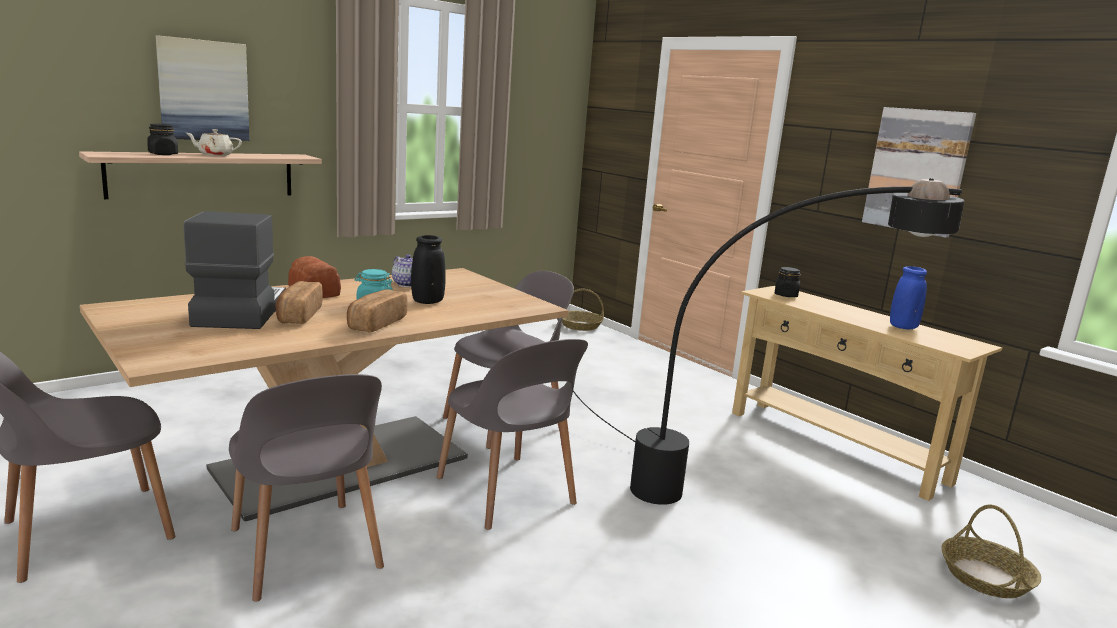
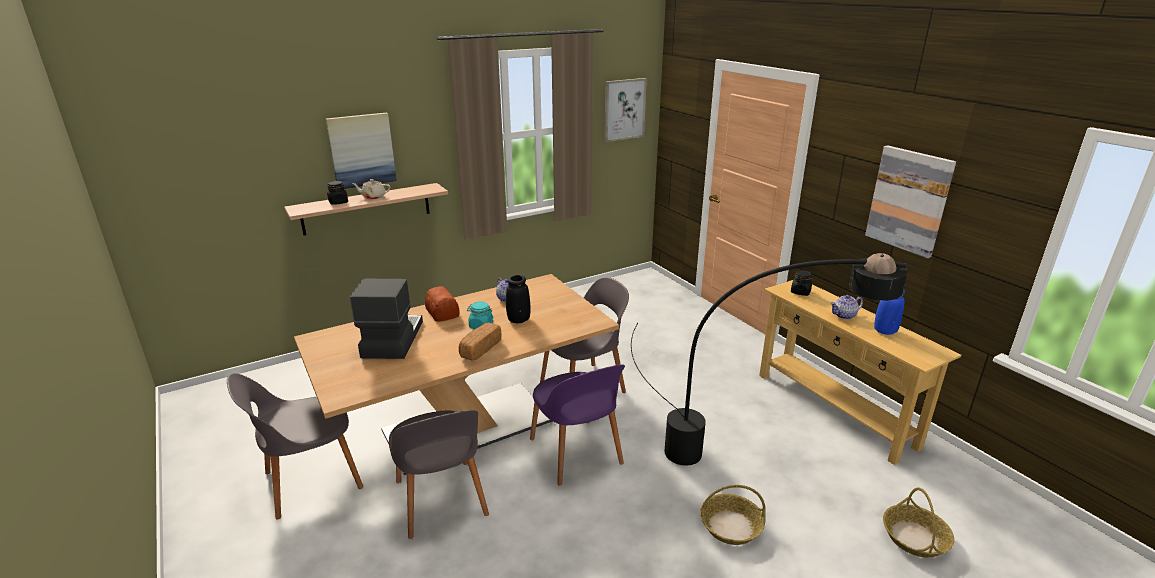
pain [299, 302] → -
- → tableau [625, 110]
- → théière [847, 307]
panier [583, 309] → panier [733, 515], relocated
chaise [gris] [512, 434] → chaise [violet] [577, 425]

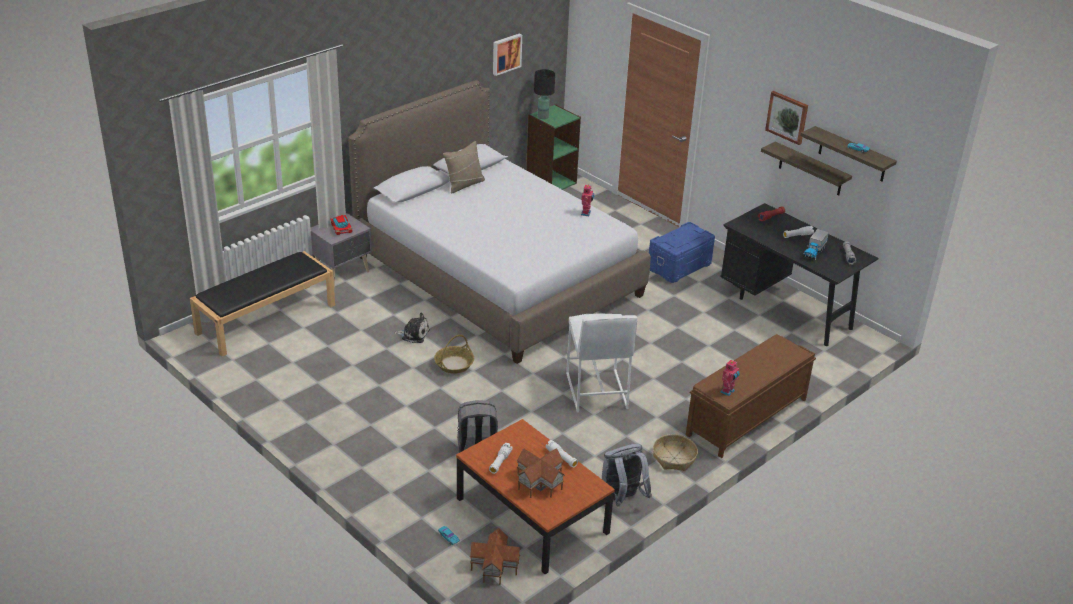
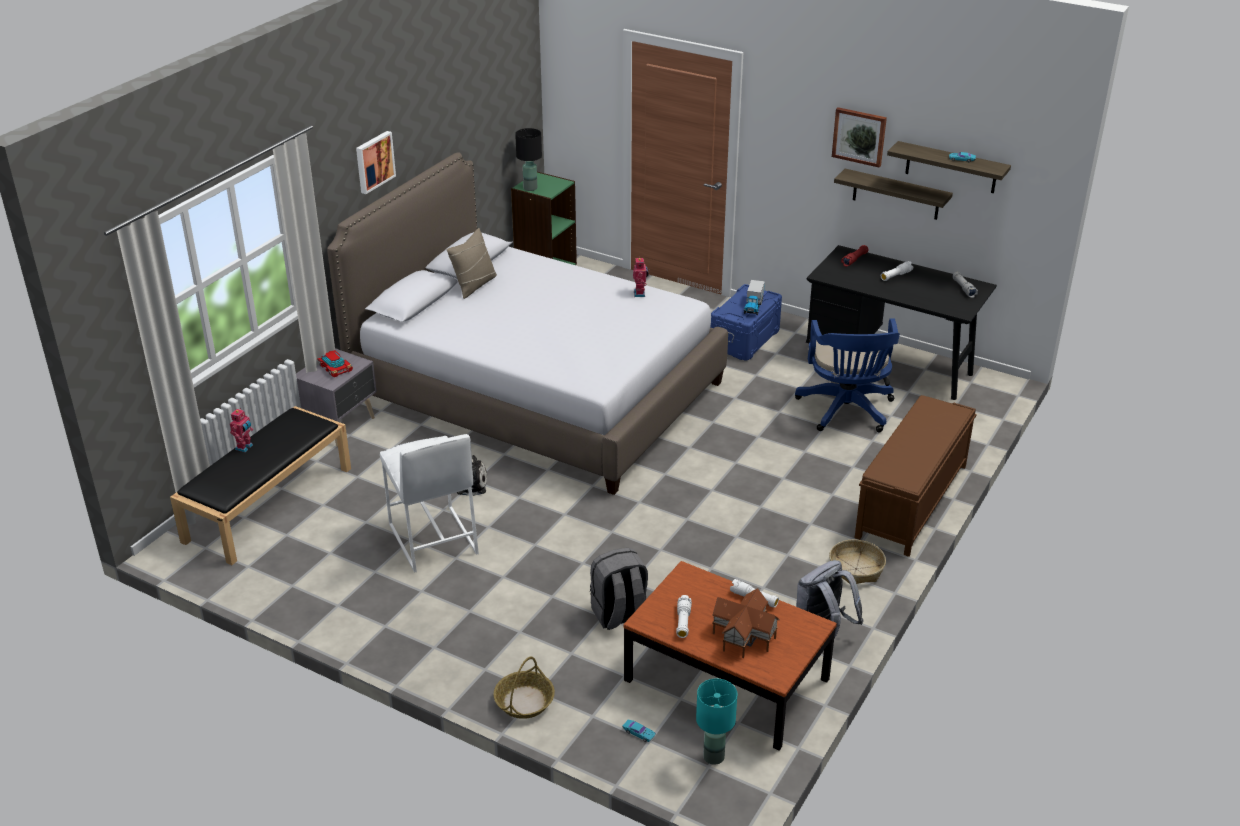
- → chaise de bureau [bleu] [847, 376]
panier [454, 354] → panier [524, 688], relocated
tableau [507, 54] → tableau [376, 162], relocated
tabouret [blanc] [601, 363] → tabouret [blanc] [429, 503], relocated
robot jouet [730, 378] → robot jouet [241, 430], relocated
camion jouet [816, 244] → camion jouet [754, 297], relocated
maison miniature [495, 556] → lampe de table [turquoise] [716, 722]

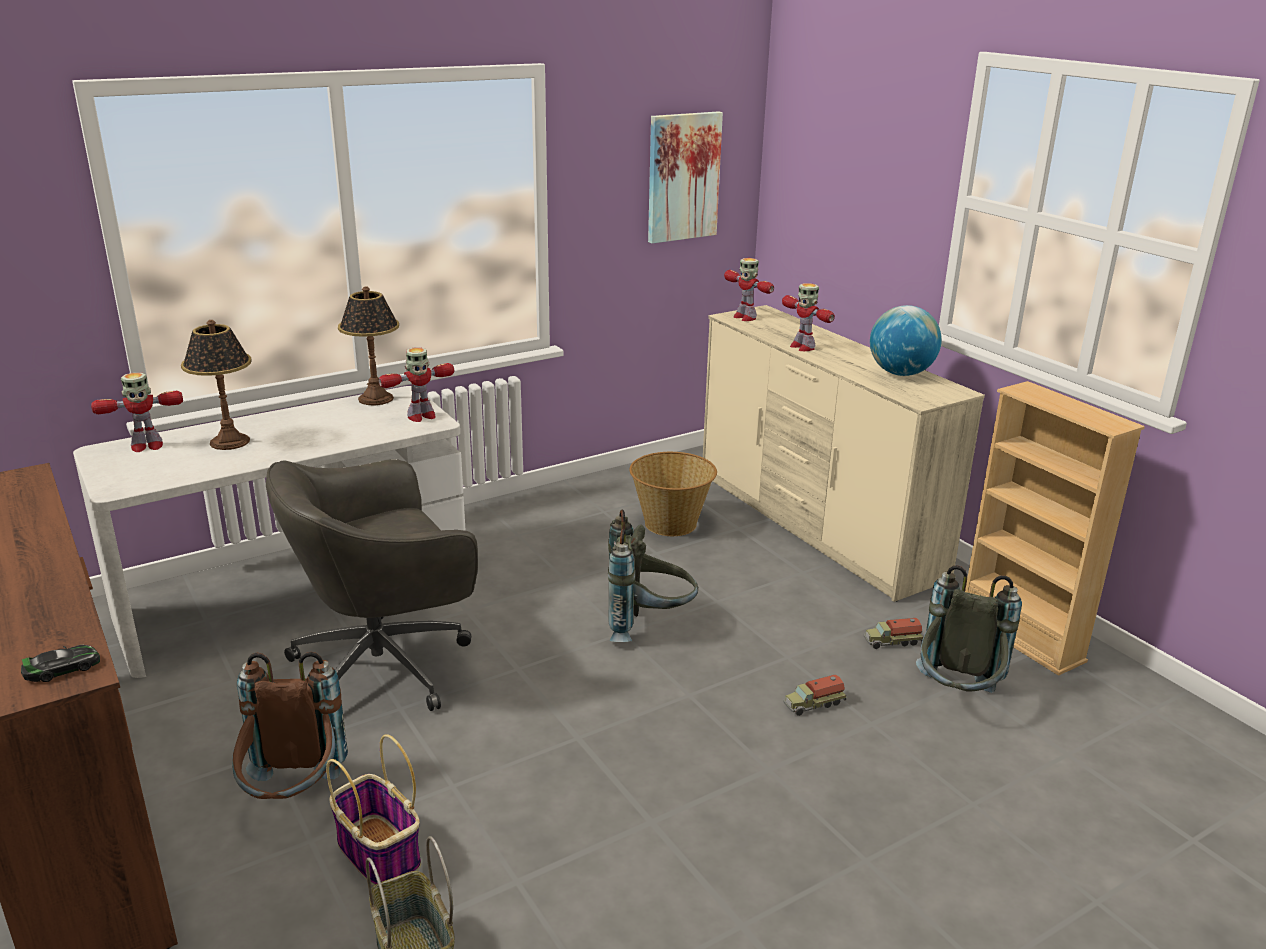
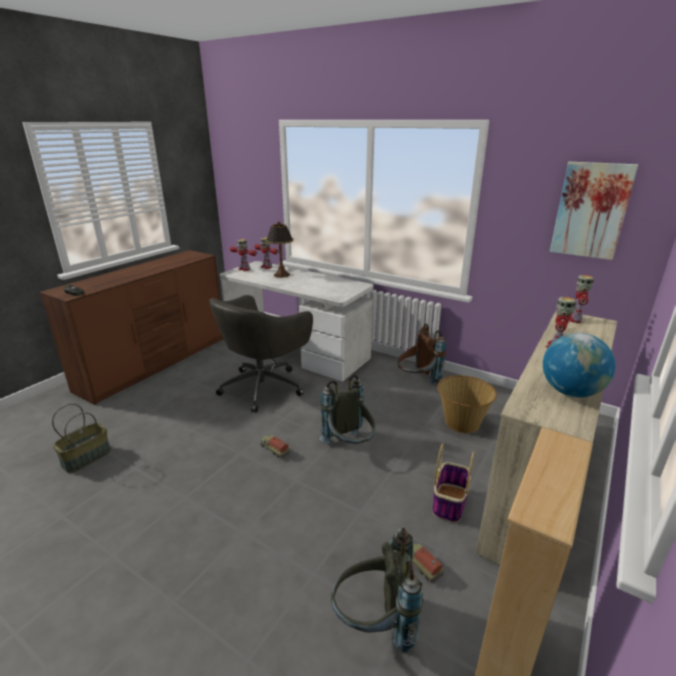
lampe de table [368, 345] → -
sac à dos [marron] [290, 725] → sac à dos [marron] [421, 354], relocated
panier [373, 810] → panier [453, 483], relocated
robot jouet [416, 384] → robot jouet [243, 255], relocated
camion jouet [814, 695] → camion jouet [275, 446], relocated
chaise de bureau [gris] [372, 585] → chaise de bureau [gris] [261, 354], 90 degrees counterclockwise

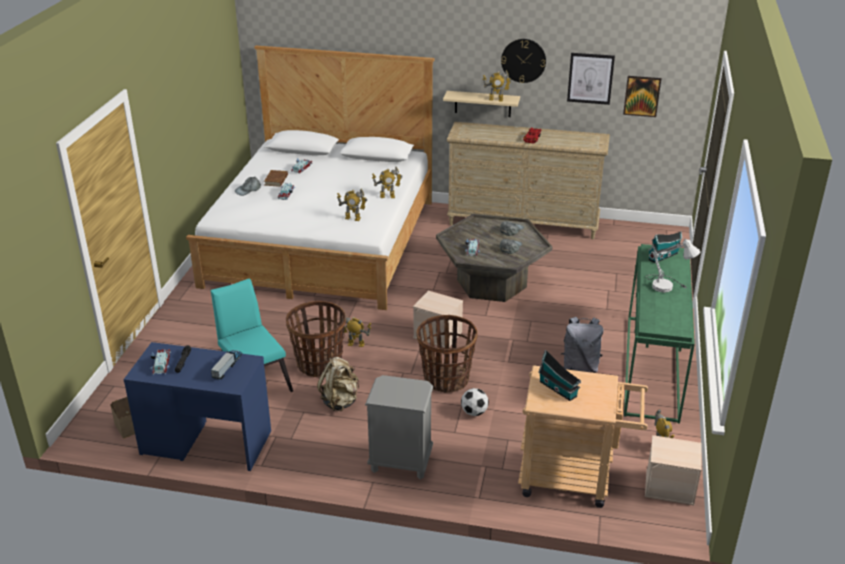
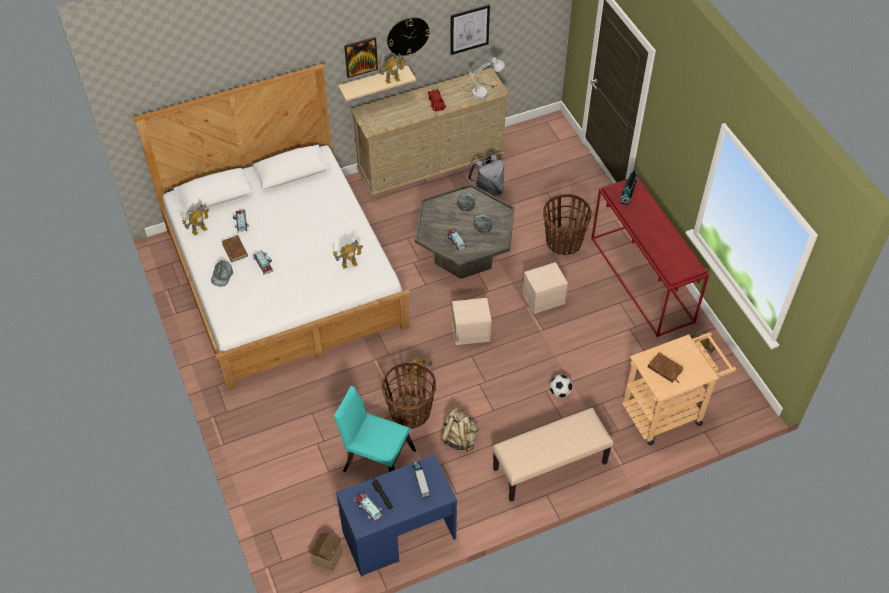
robot jouet [387, 182] → robot jouet [195, 220], relocated
panier [447, 354] → panier [567, 224], relocated
sac à dos [gris] [582, 345] → sac à dos [gris] [486, 175], relocated
tableau [642, 96] → tableau [361, 57], relocated
boîte de rangement [beige] [673, 470] → boîte de rangement [beige] [545, 288], relocated
lampe de table [blanc] [673, 265] → lampe de table [blanc] [484, 78], relocated
table de chevet [gris] [399, 427] → banc [beige] [553, 455]
maison miniature [559, 375] → livre [marron] [666, 367]
table console [vert] [659, 334] → table console [rouge] [650, 257]

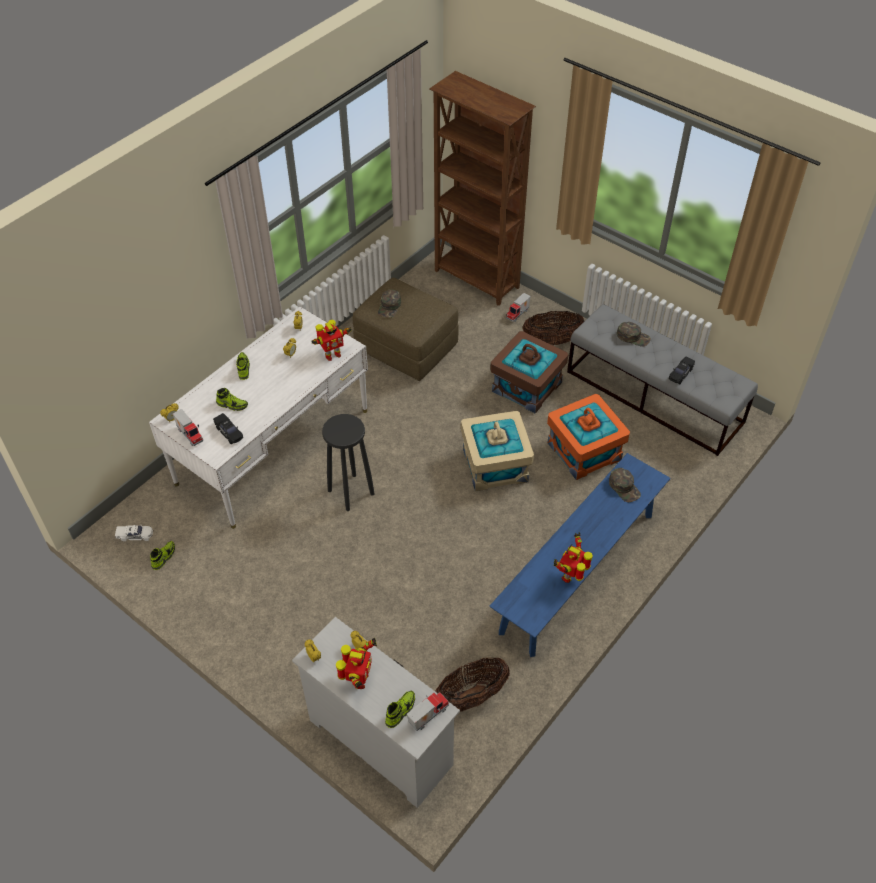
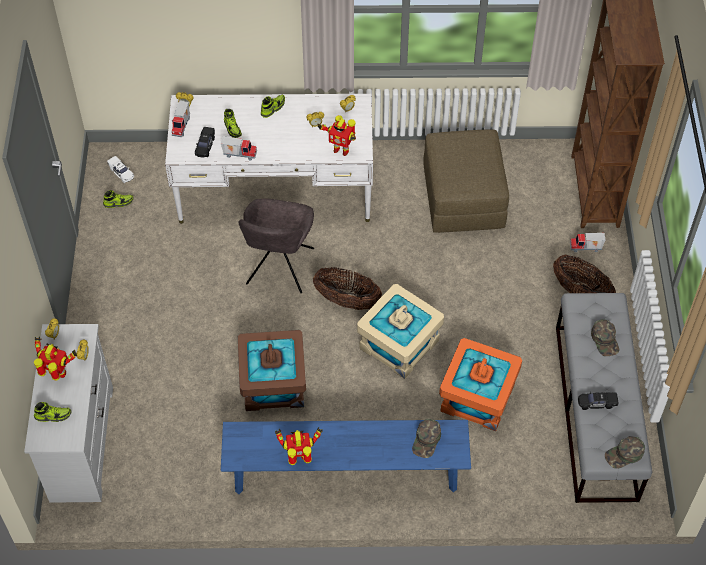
casquette [vert] [389, 303] → casquette [vert] [625, 452], relocated
camion jouet [428, 712] → camion jouet [239, 149], relocated
panier [472, 684] → panier [347, 288], relocated
boîte de rangement [marron] [529, 372] → boîte de rangement [marron] [272, 370], relocated
tabouret [noir] [348, 462] → chaise [gris] [276, 245]
robot jouet [356, 663] → robot jouet [55, 359], 135 degrees counterclockwise

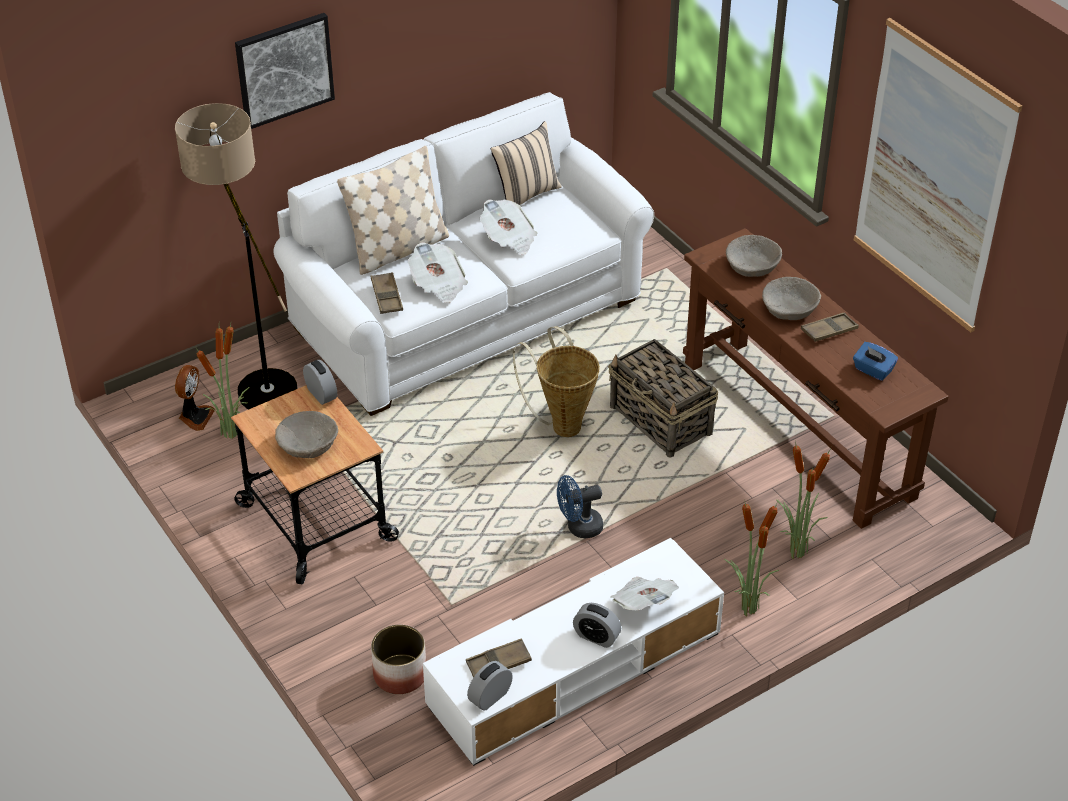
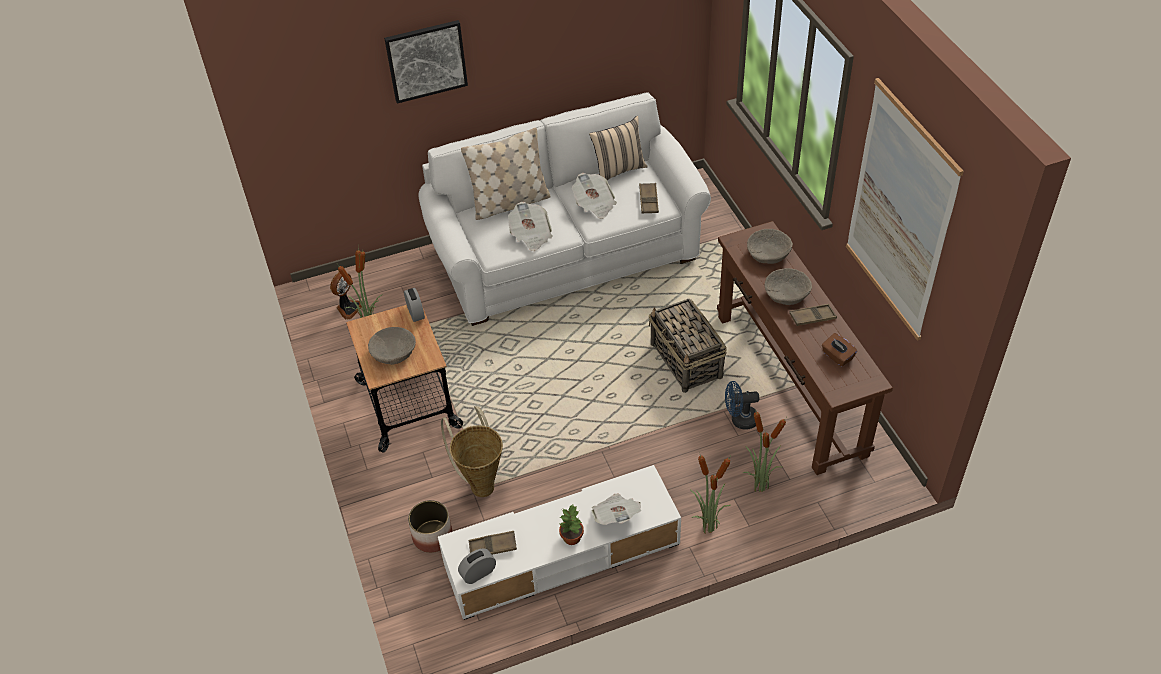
lampadaire [236, 256] → -
plateau [marron] [387, 293] → plateau [marron] [649, 198], relocated
panier [556, 381] → panier [472, 451], relocated
ventilateur [bleu] [580, 506] → ventilateur [bleu] [742, 405], relocated
réveil [597, 625] → plante en pot [571, 525]
boîte à mouchoirs [bleu] [875, 361] → boîte à mouchoirs [marron] [839, 350]

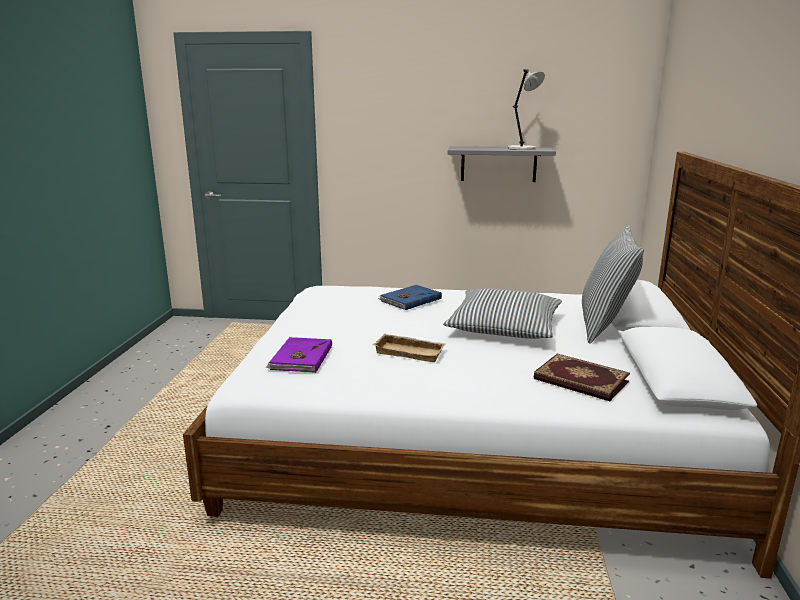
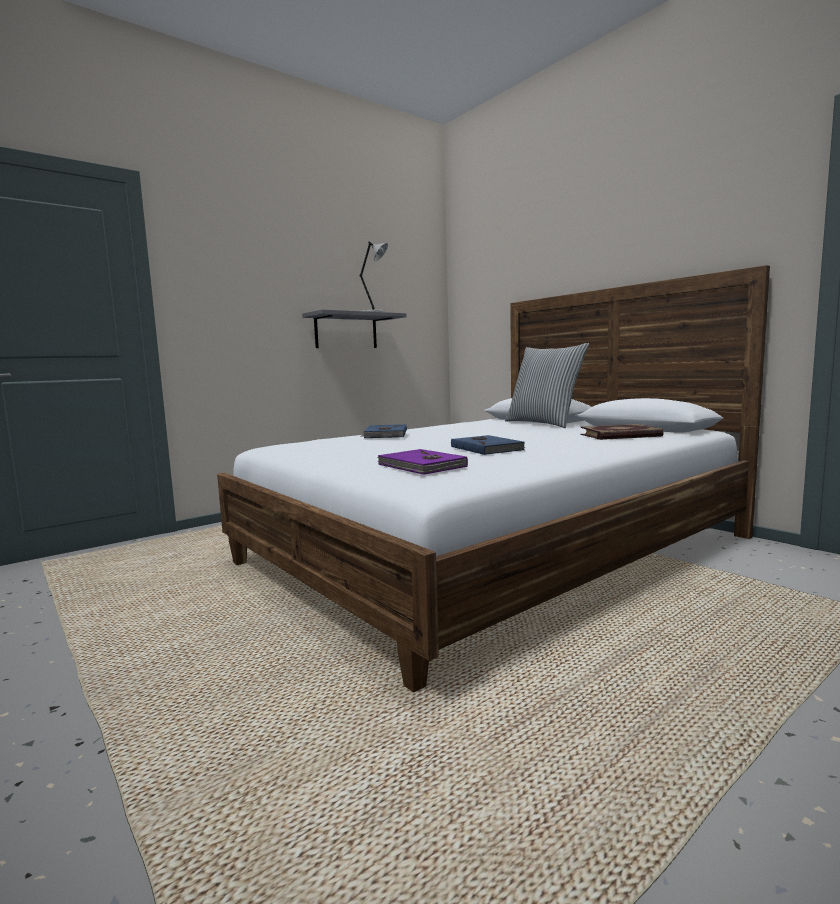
coussin [502, 313] → -
plateau [beige] [409, 348] → livre [bleu] [488, 445]

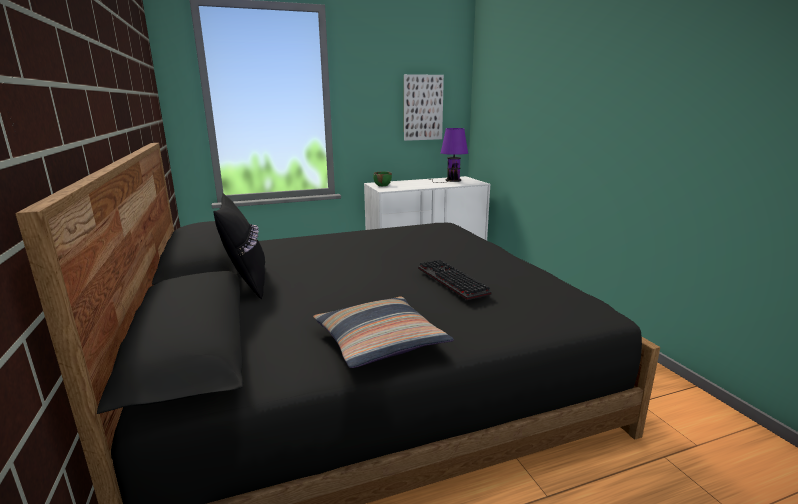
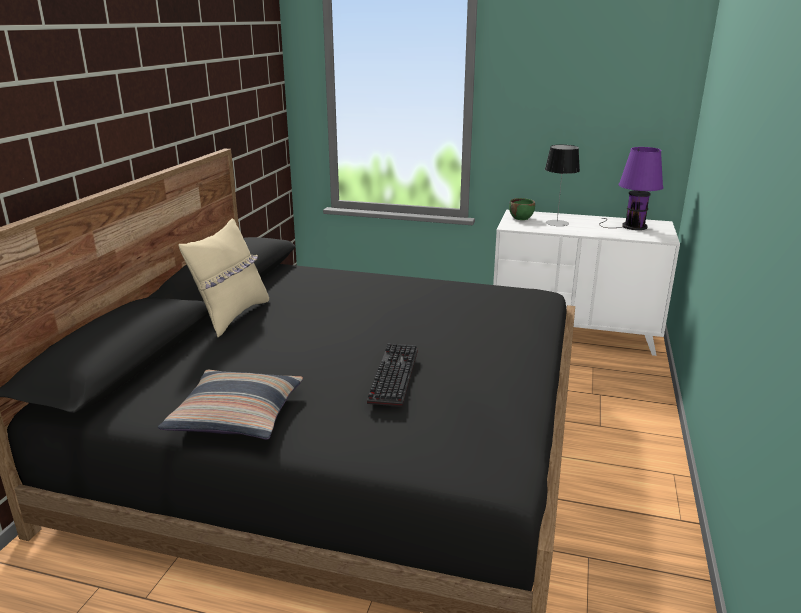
tableau [424, 107] → -
- → lampe de table [562, 185]
coussin [noir] [239, 246] → coussin [beige] [224, 278]

